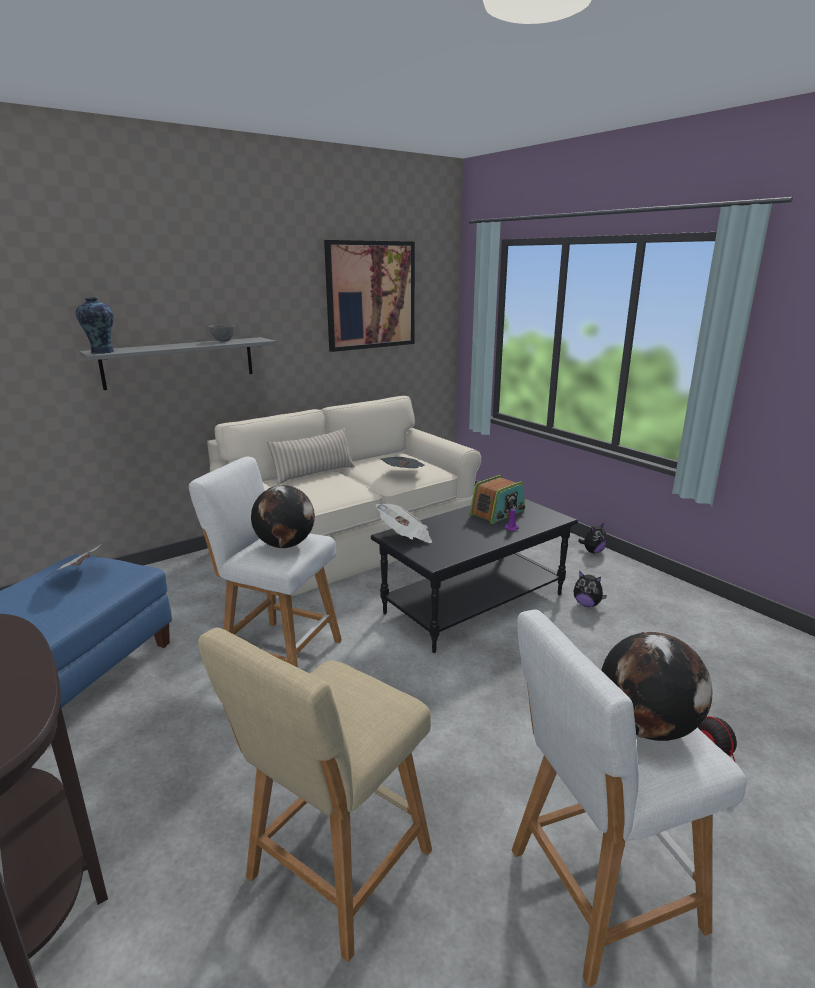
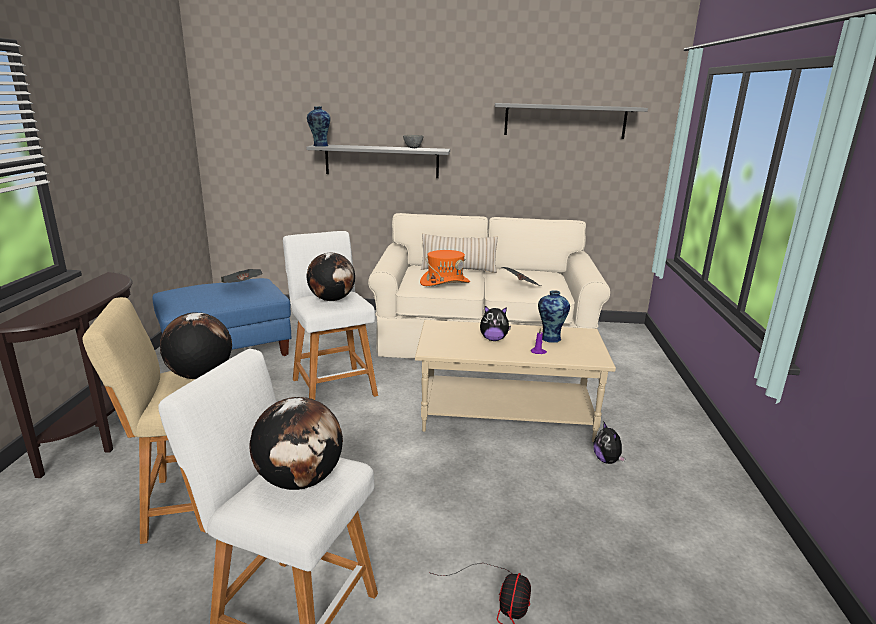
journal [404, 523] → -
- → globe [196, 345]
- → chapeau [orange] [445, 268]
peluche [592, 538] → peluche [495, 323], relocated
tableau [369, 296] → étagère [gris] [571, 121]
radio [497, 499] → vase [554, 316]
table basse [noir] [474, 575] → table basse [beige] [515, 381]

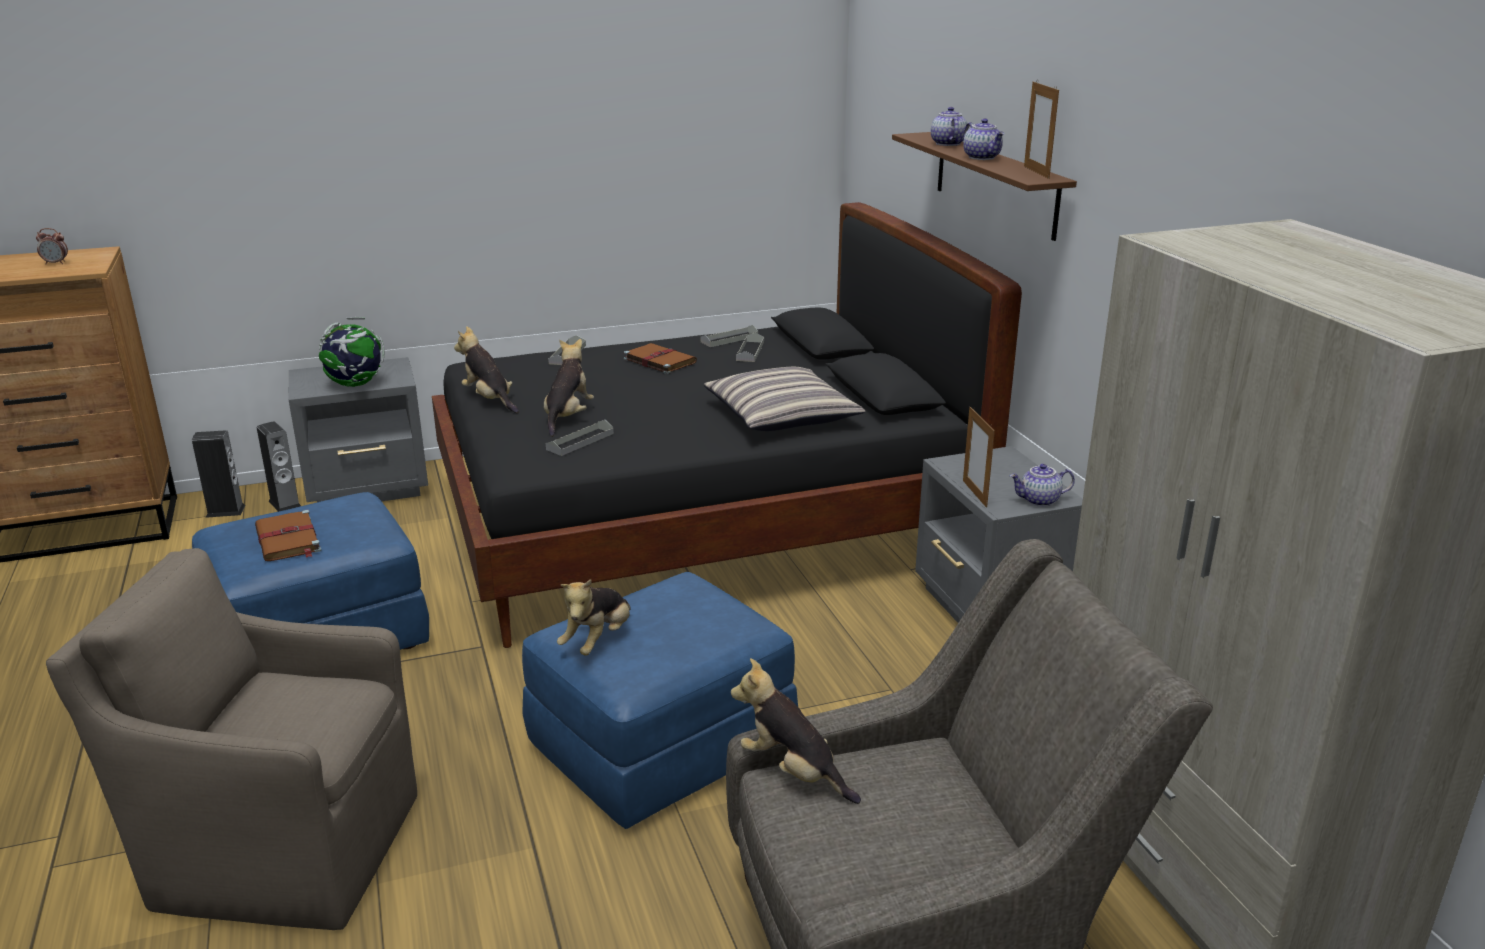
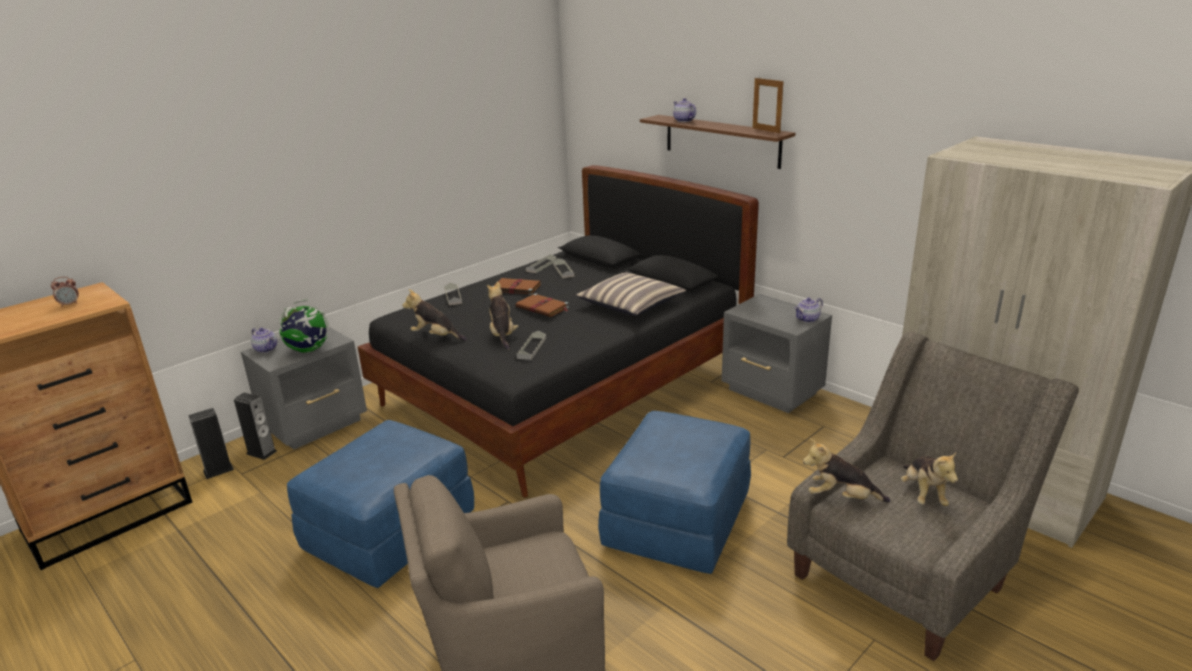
cadre photo [979, 457] → -
livre [marron] [288, 535] → livre [marron] [542, 305], relocated
peluche [594, 617] → peluche [929, 478], relocated
théière [983, 139] → théière [264, 340], relocated

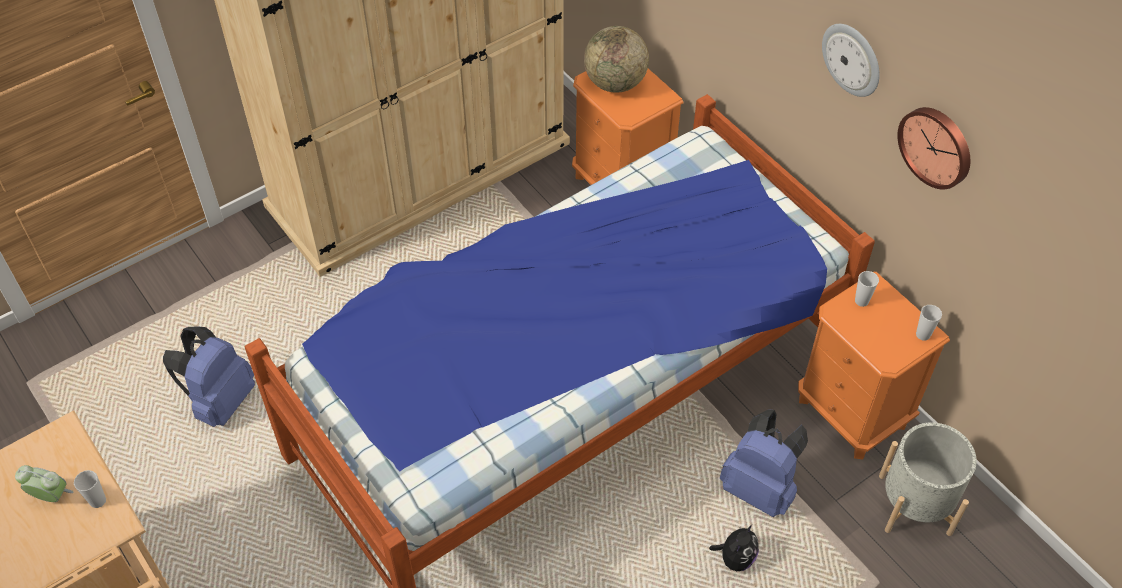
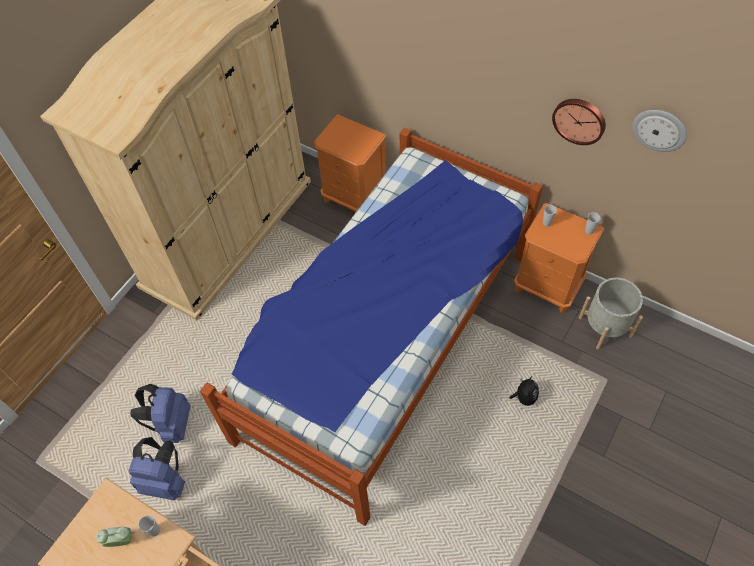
globe [616, 59] → -
sac à dos [bleu] [764, 463] → sac à dos [bleu] [157, 468], relocated
horloge murale [851, 60] → horloge murale [659, 131], relocated

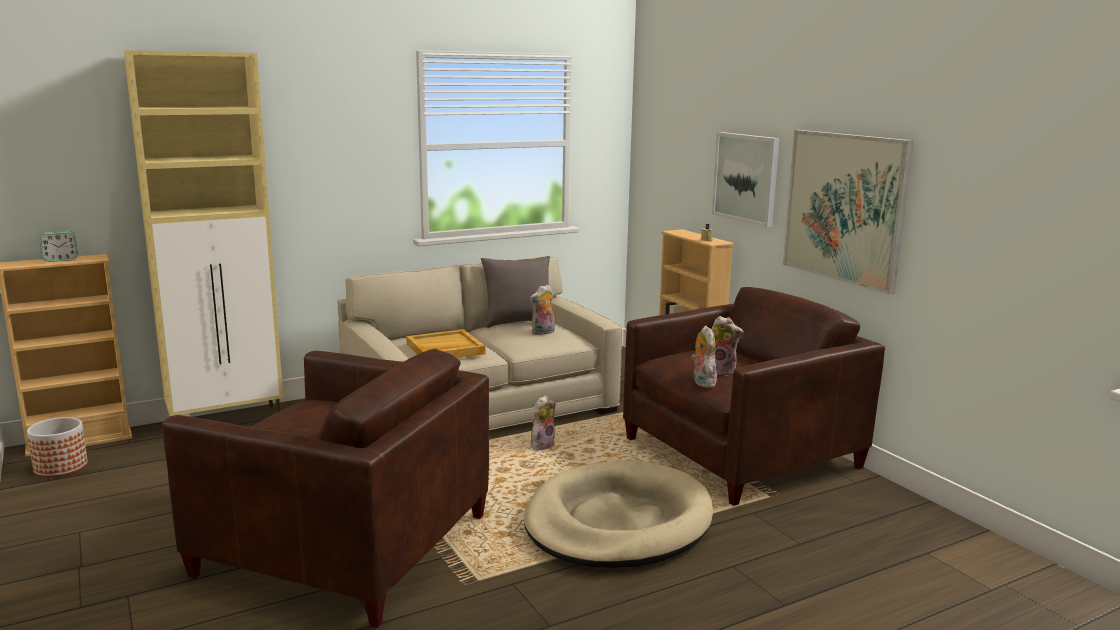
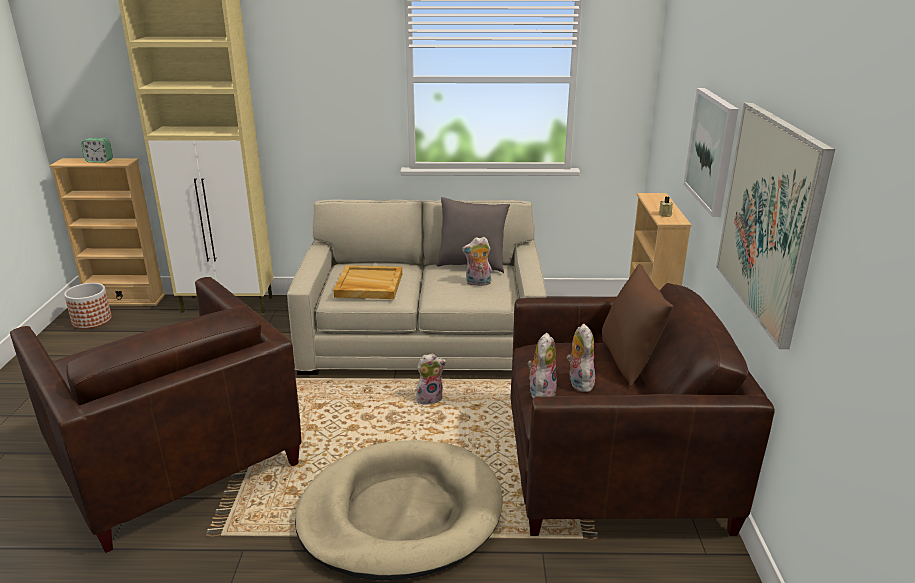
- → coussin [marron] [637, 325]
peluche [727, 346] → peluche [581, 358], 150 degrees counterclockwise

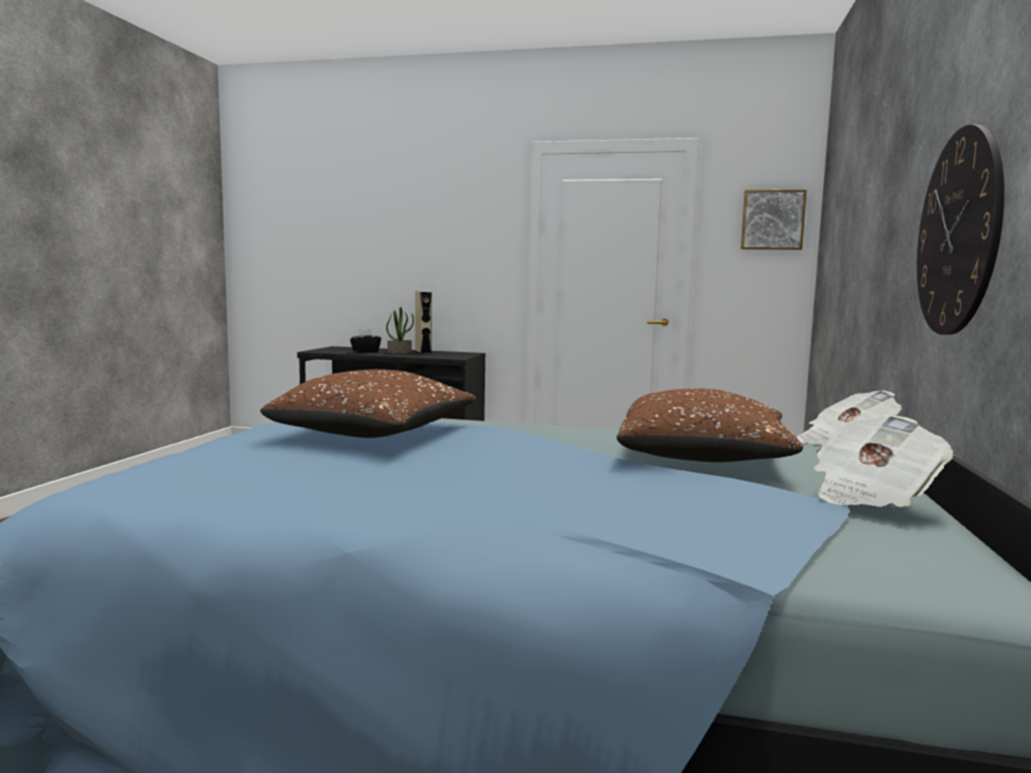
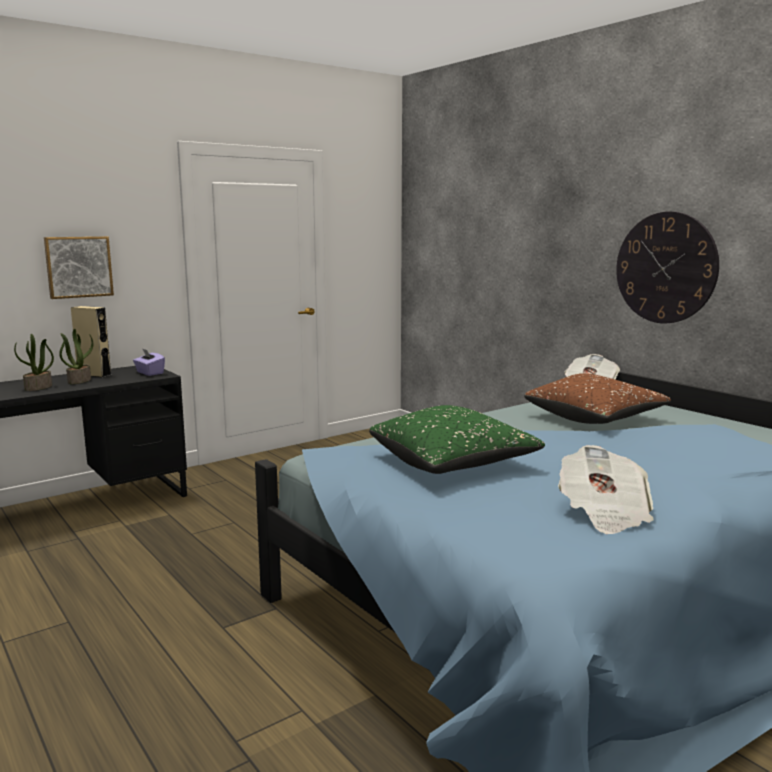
- → boîte à mouchoirs [violet] [149, 362]
tableau [774, 220] → tableau [79, 267], relocated
journal [883, 461] → journal [606, 489], relocated
boîte à mouchoirs [noir] [365, 341] → plante en pot [34, 362]
coussin [marron] [368, 403] → coussin [vert] [457, 439]

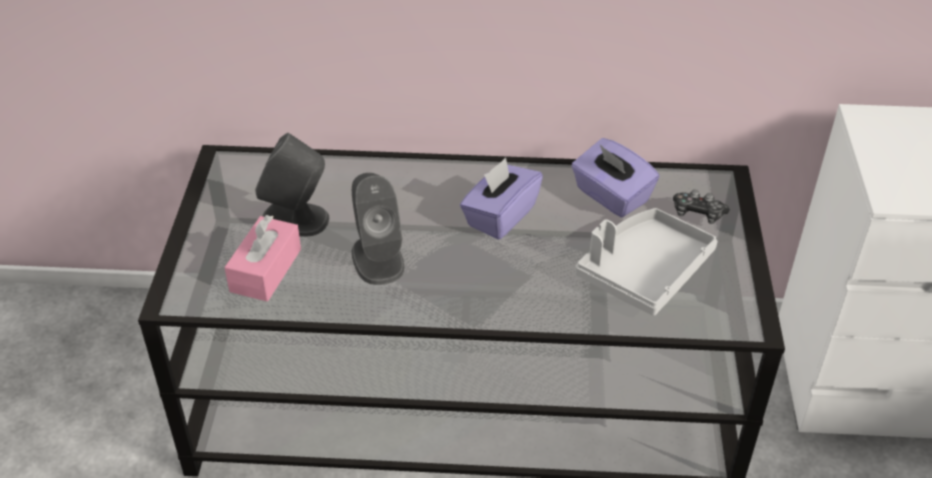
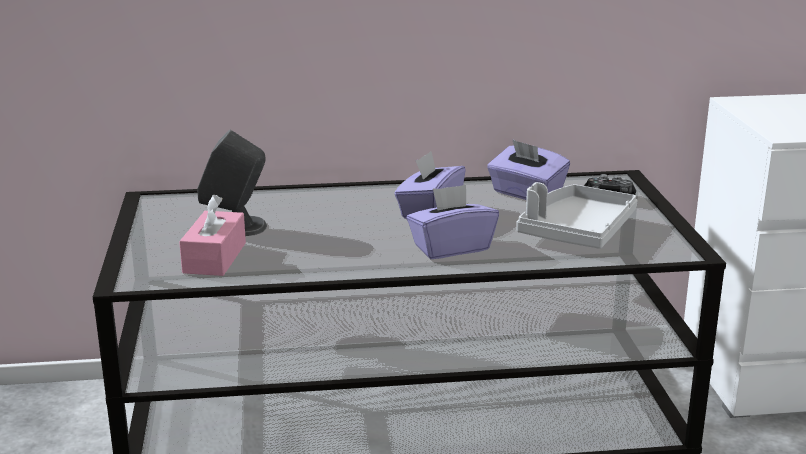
enceinte [gris] [378, 229] → -
- → boîte à mouchoirs [violet] [453, 221]

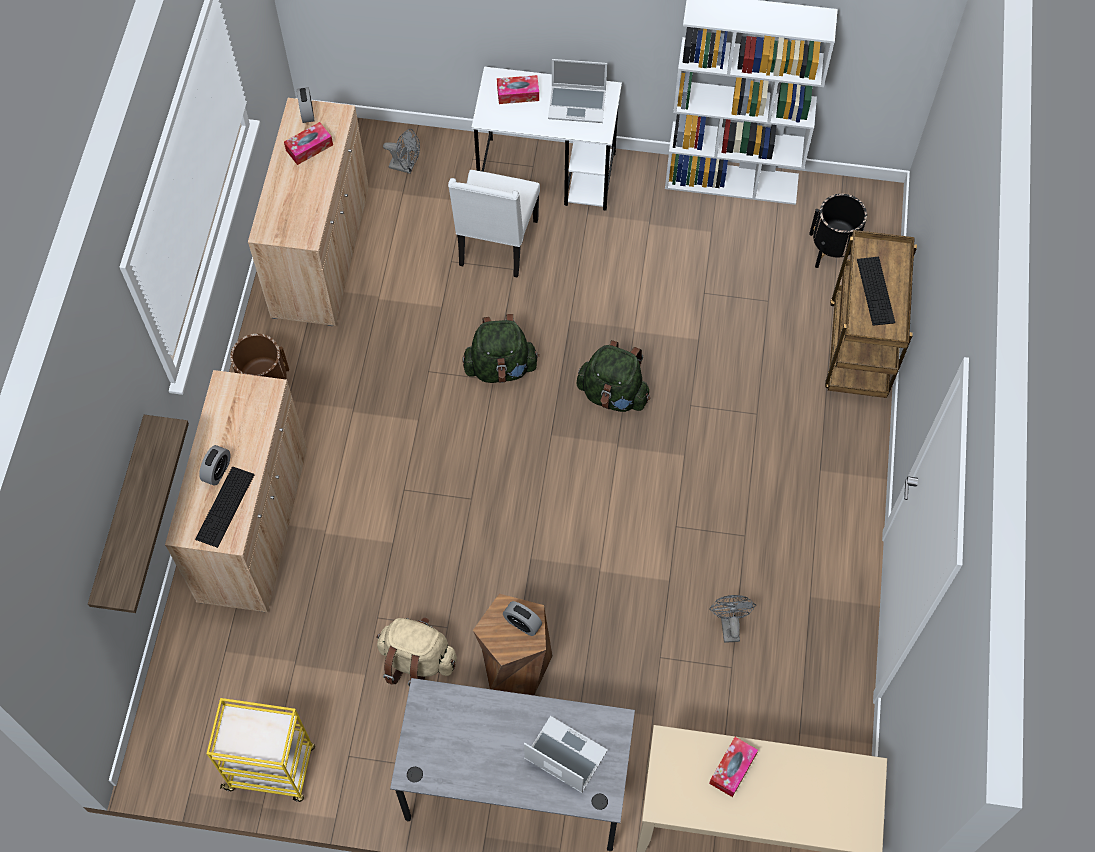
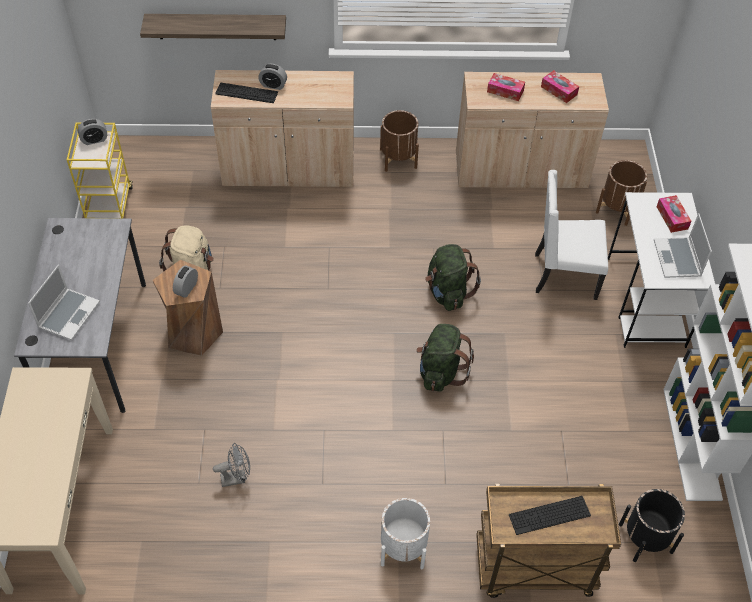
- → cache-pot [blanc] [405, 533]
réveil [306, 105] → réveil [92, 132], relocated
boîte à mouchoirs [733, 767] → boîte à mouchoirs [506, 87], relocated
ventilateur [gris] [401, 151] → cache-pot [marron] [621, 193]

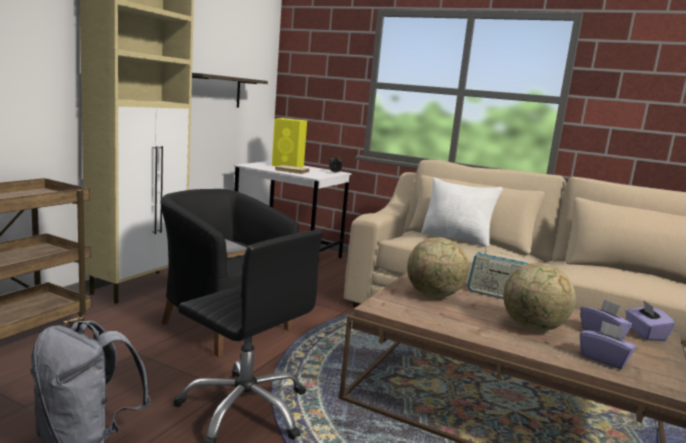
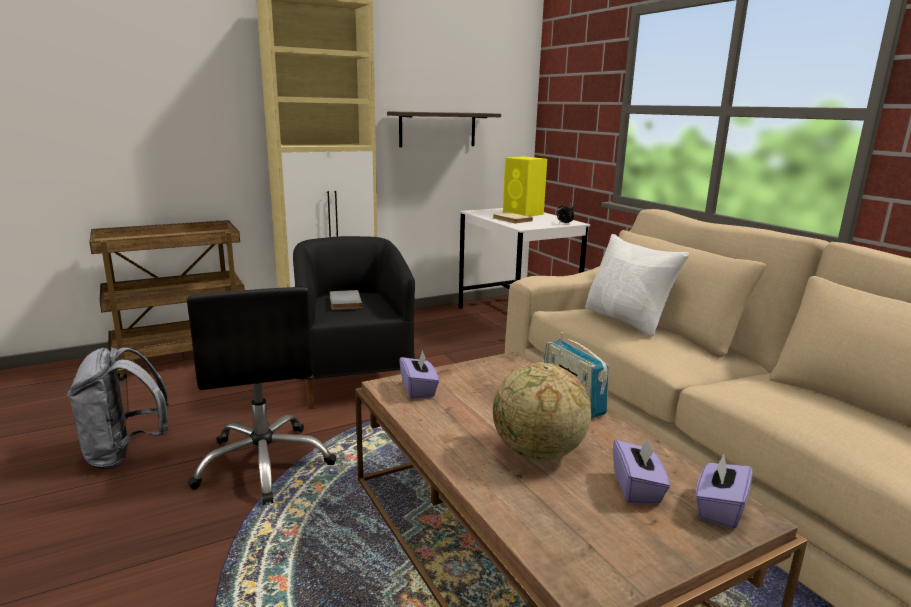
globe [438, 267] → -
boîte à mouchoirs [violet] [608, 345] → boîte à mouchoirs [violet] [419, 375], relocated

